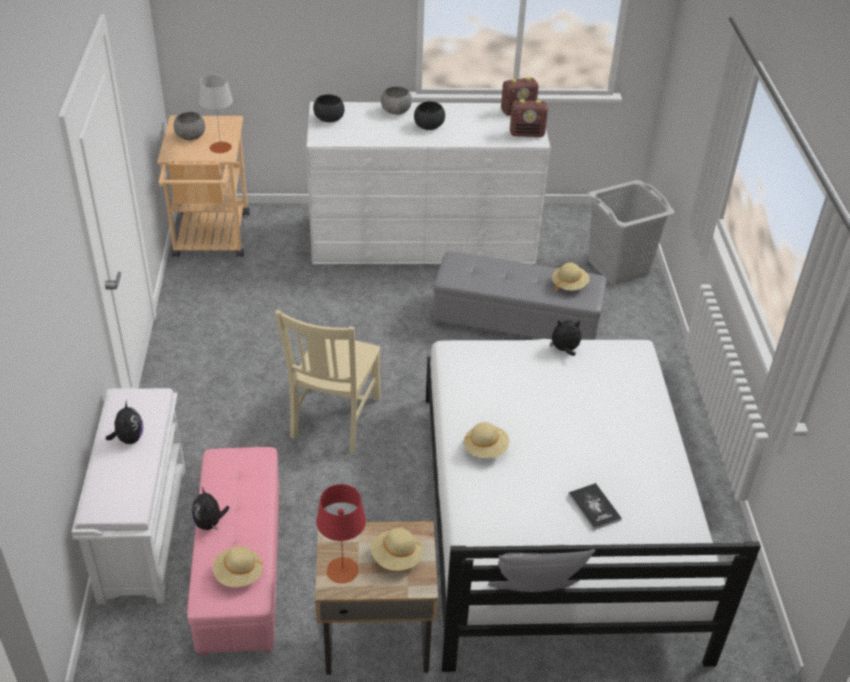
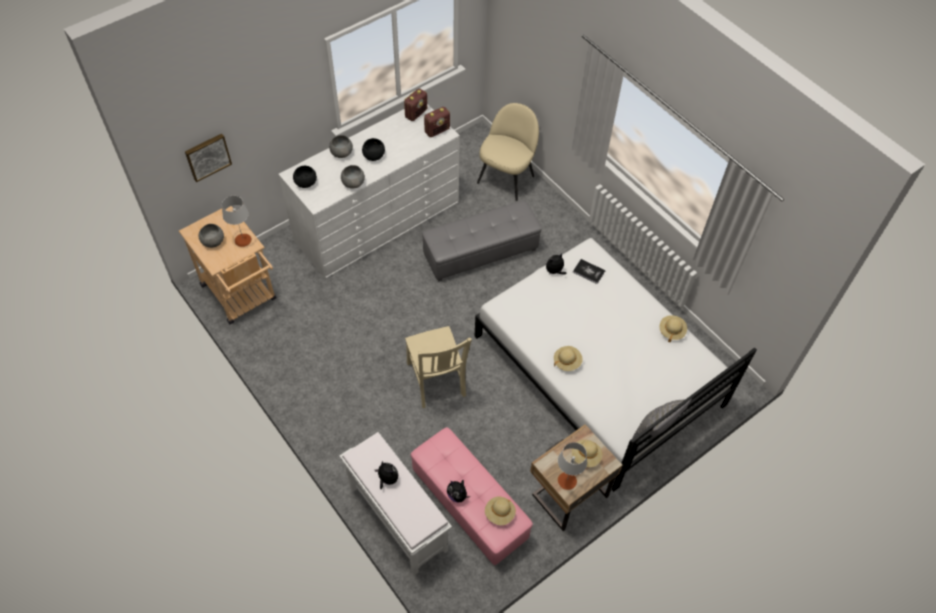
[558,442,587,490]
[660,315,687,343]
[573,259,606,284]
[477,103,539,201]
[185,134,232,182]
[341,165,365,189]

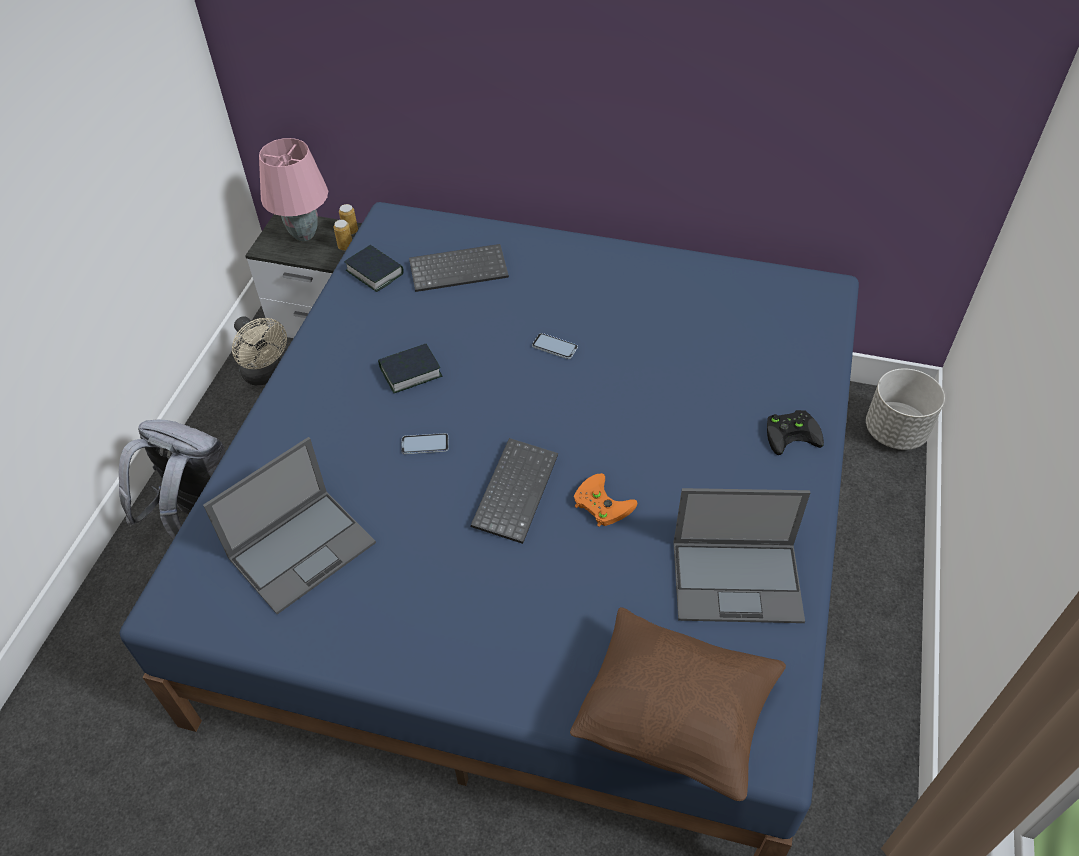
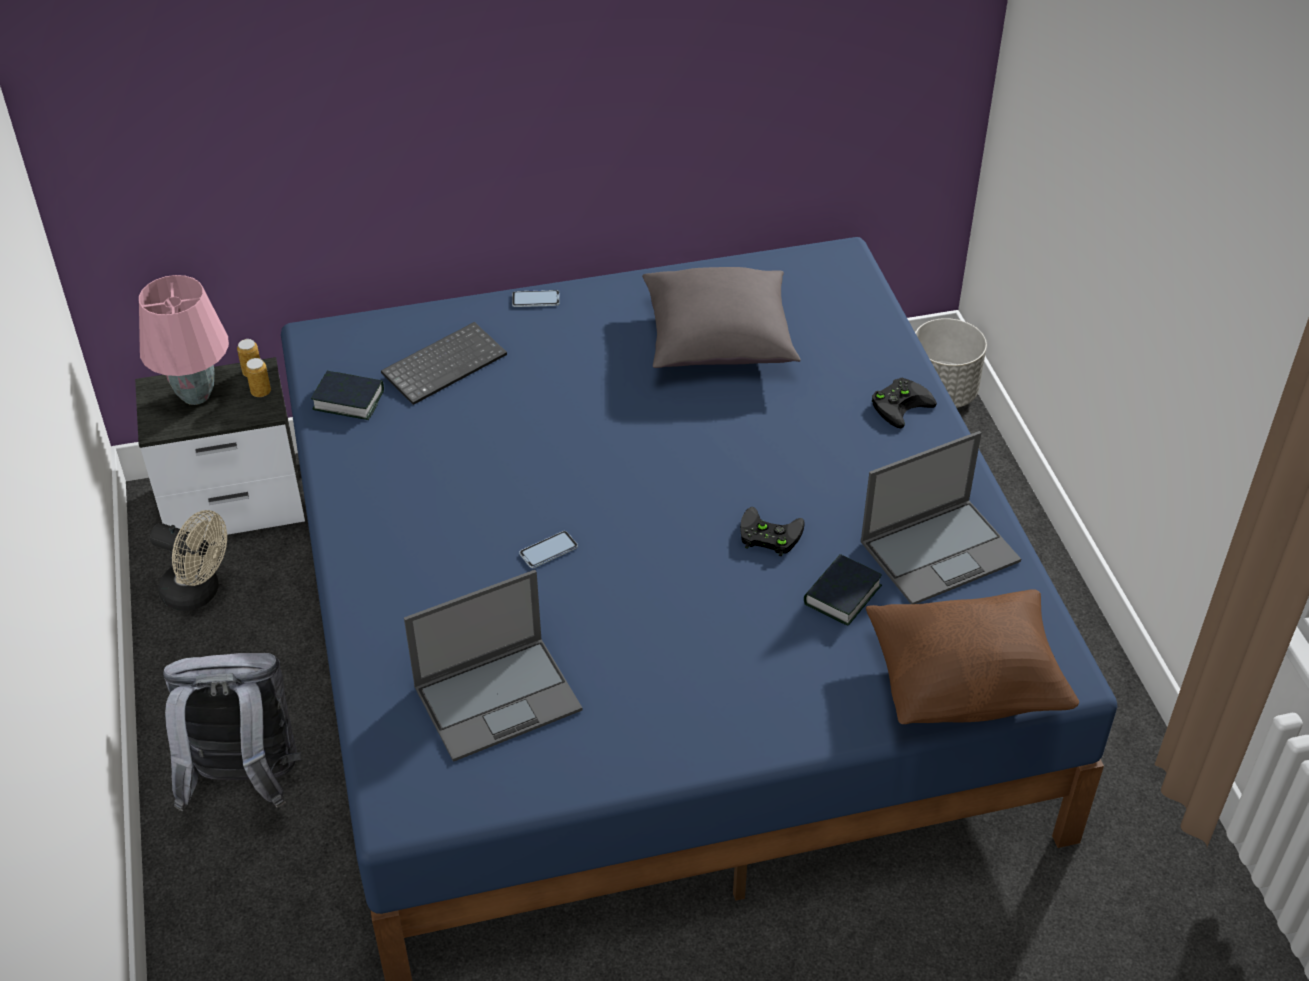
[404,570,583,762]
[804,554,882,626]
[471,438,558,544] (first image)
[512,290,560,307]
[740,507,805,556]
[642,267,801,368]

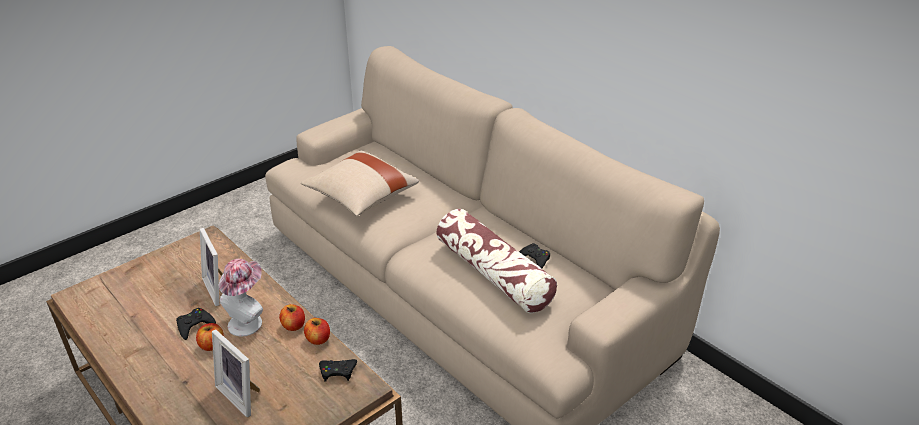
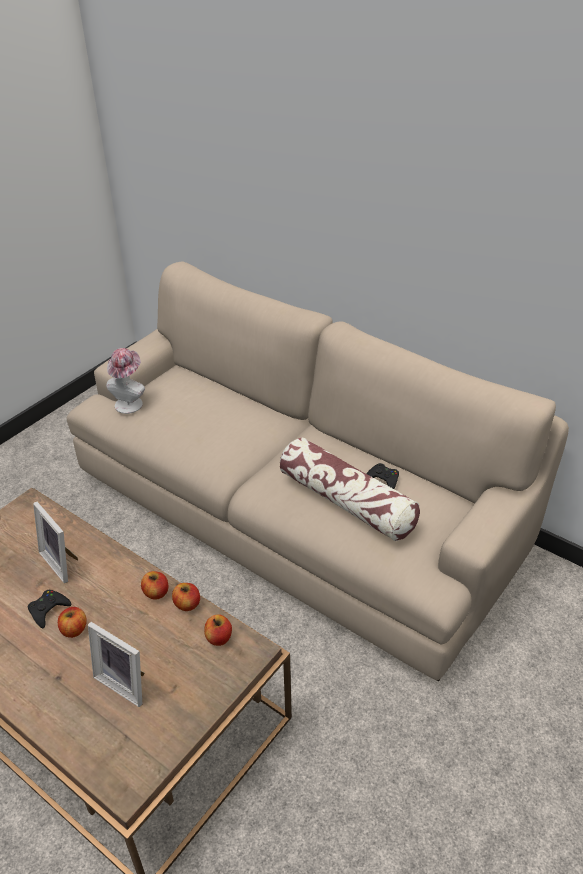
[106,348,145,414]
[301,151,419,216] (first image)
[204,614,232,646]

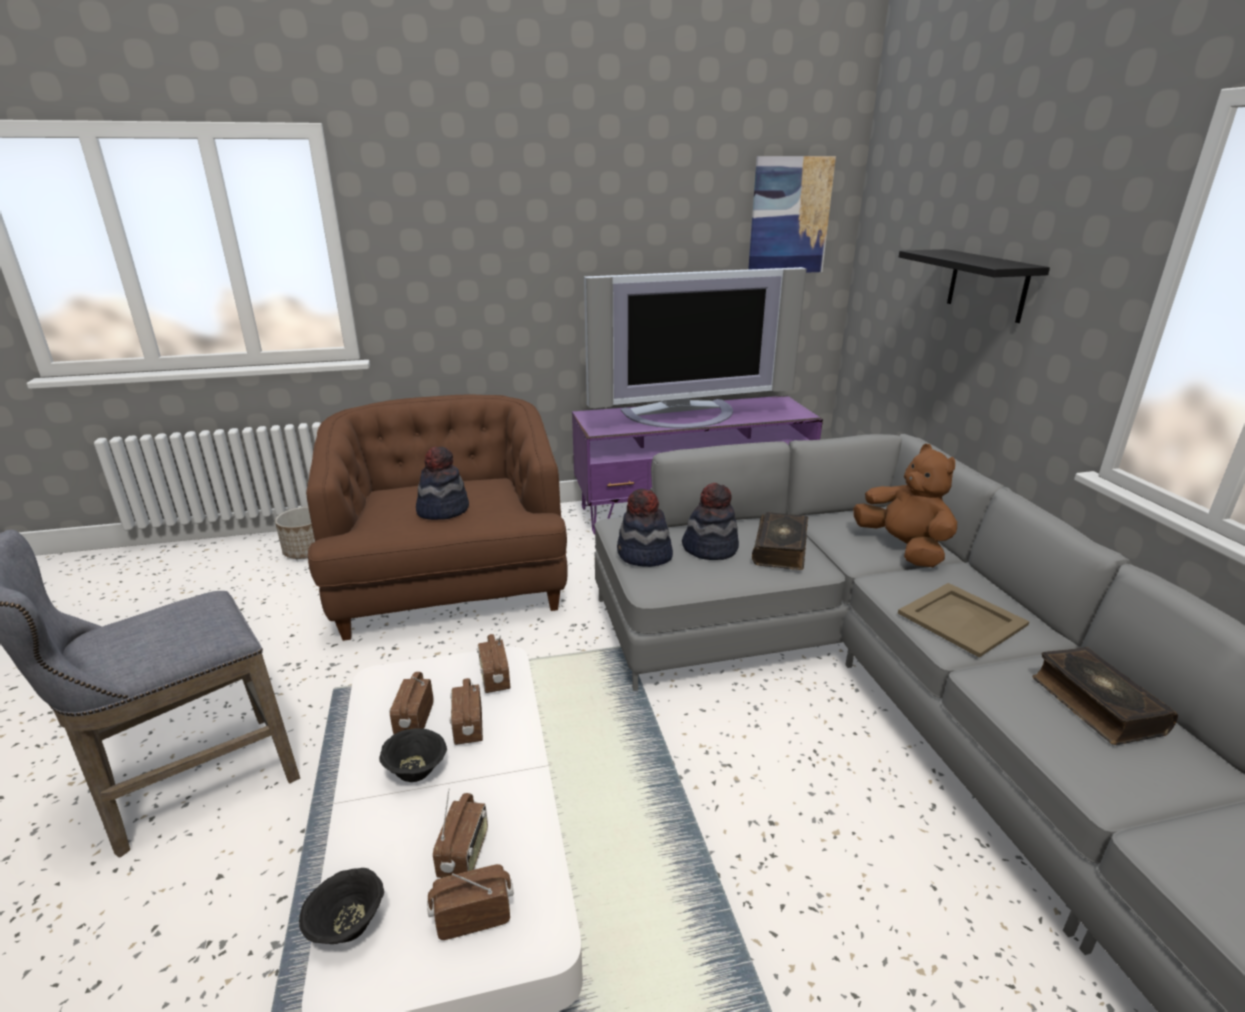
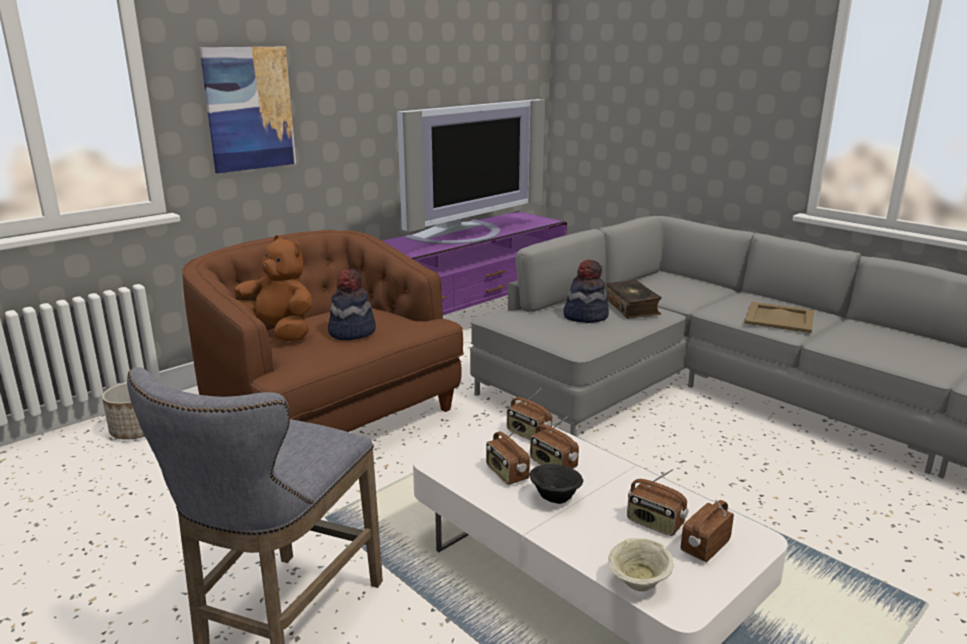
[608,538,674,592]
[627,469,688,536]
[617,489,673,567] (first image)
[199,47,296,173]
[234,235,313,341]
[899,249,1050,323] (first image)
[1032,647,1178,745] (first image)

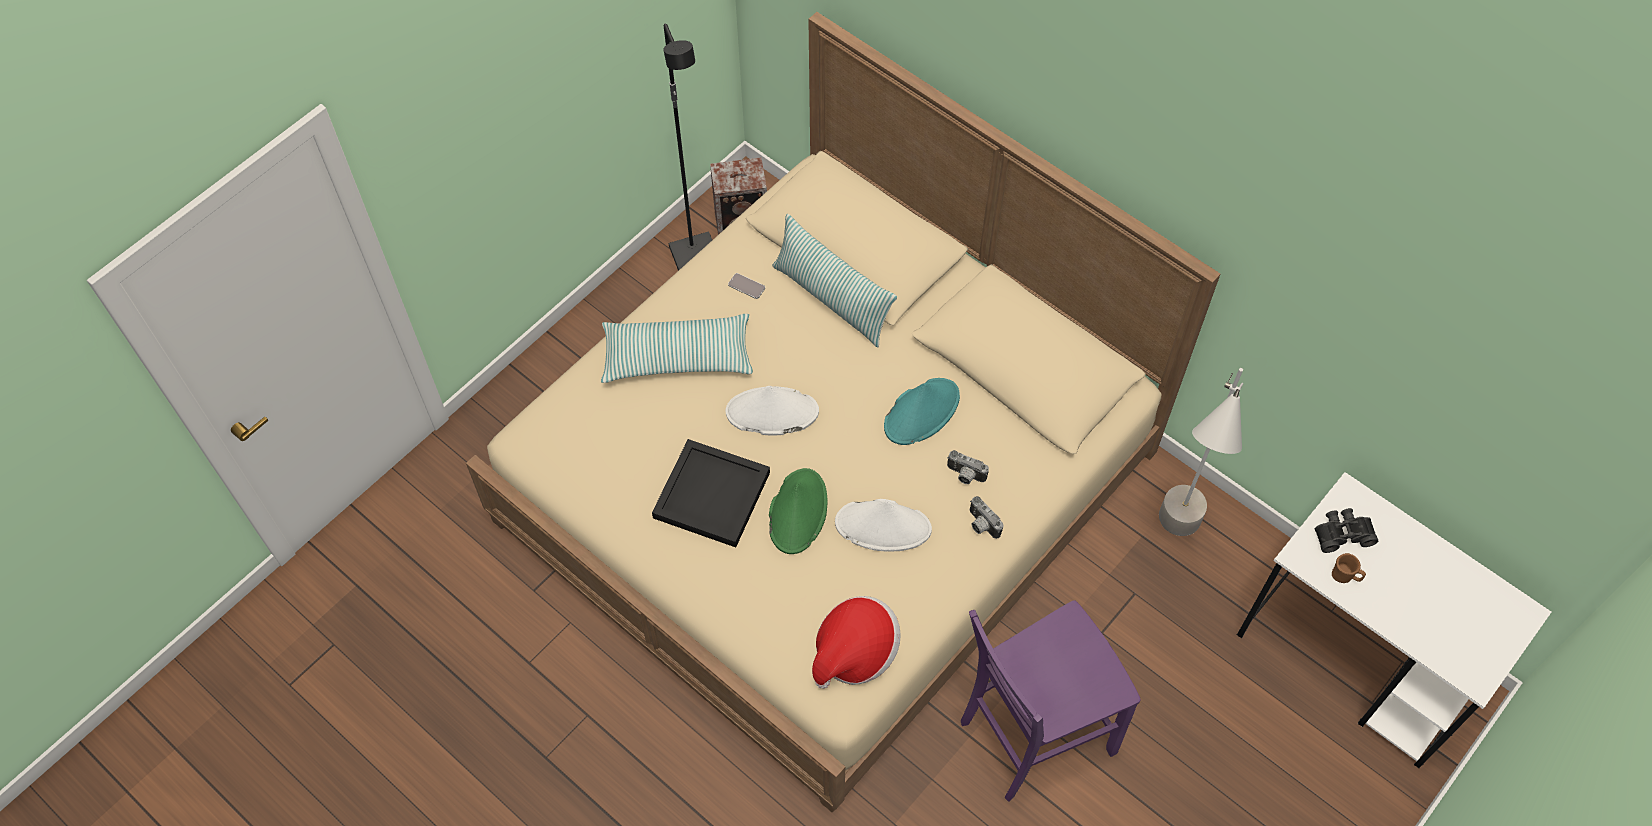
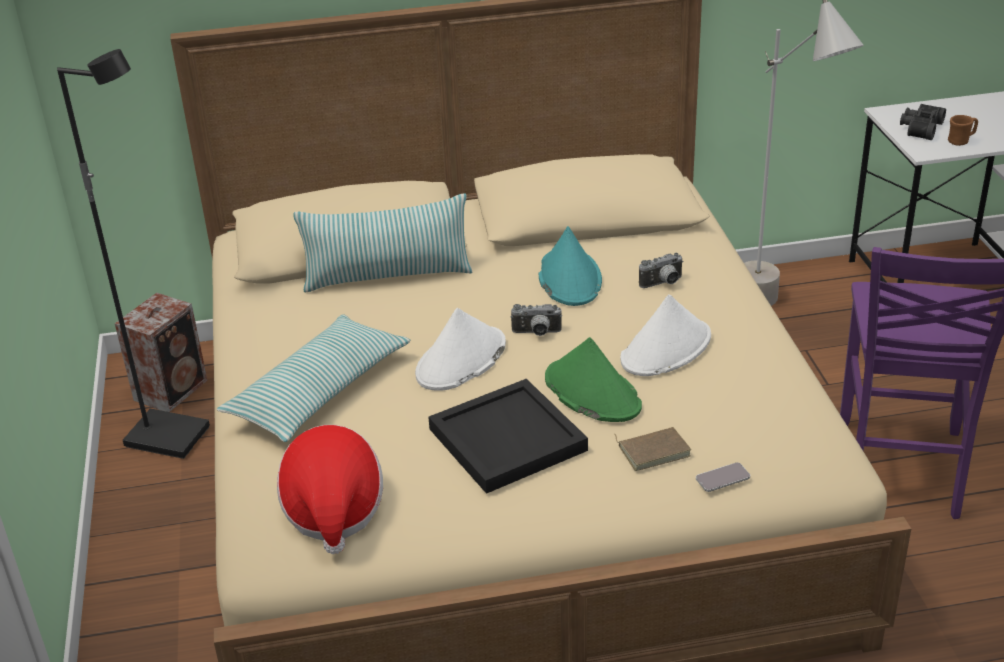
[696,462,750,492]
[277,425,383,554]
[510,304,562,336]
[614,427,691,471]

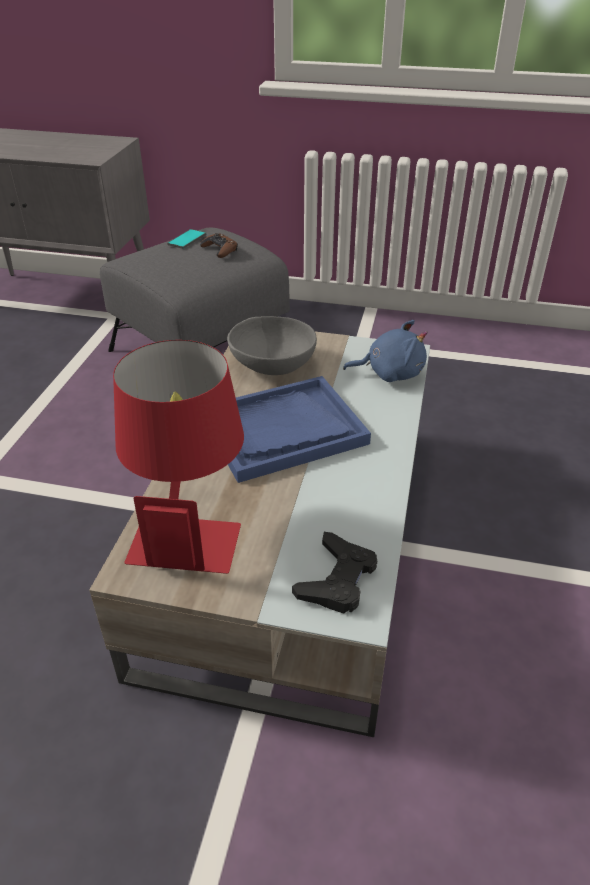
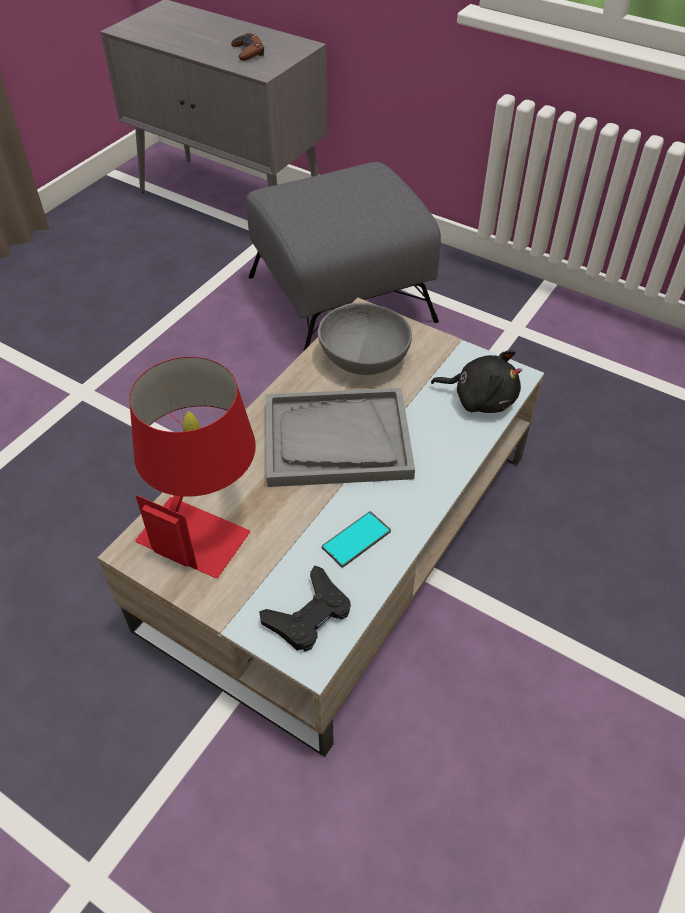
[322,511,391,568]
[231,33,264,61]
[266,388,415,487]
[431,350,522,413]

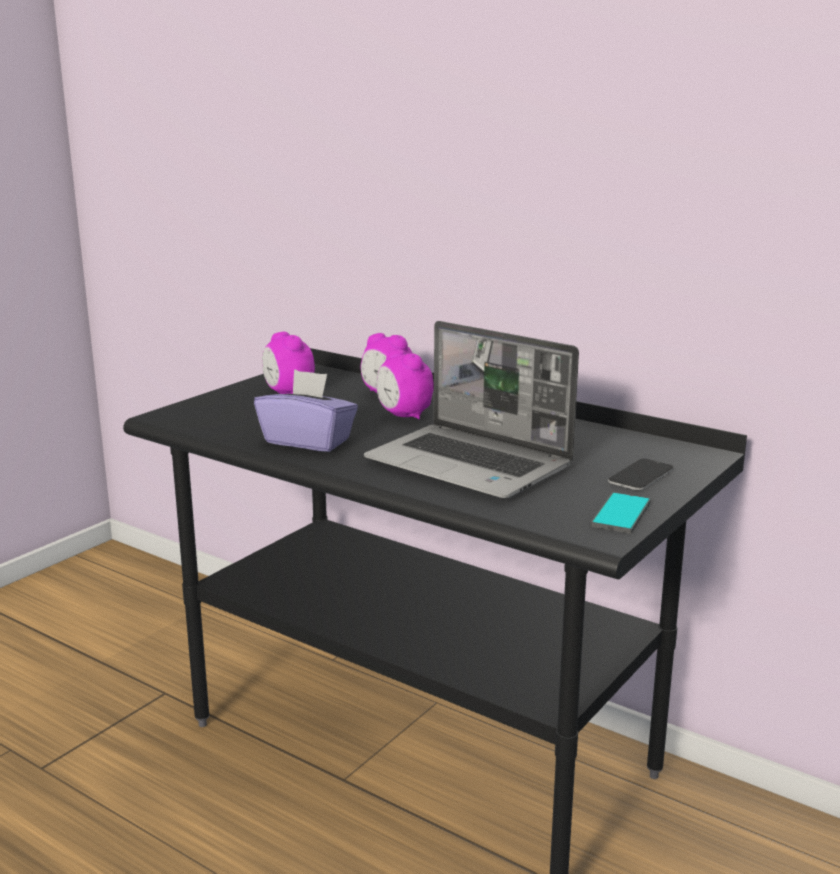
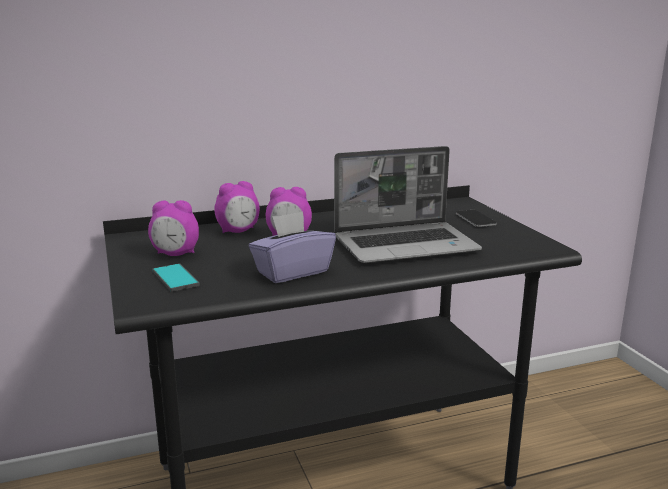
[152,263,200,292]

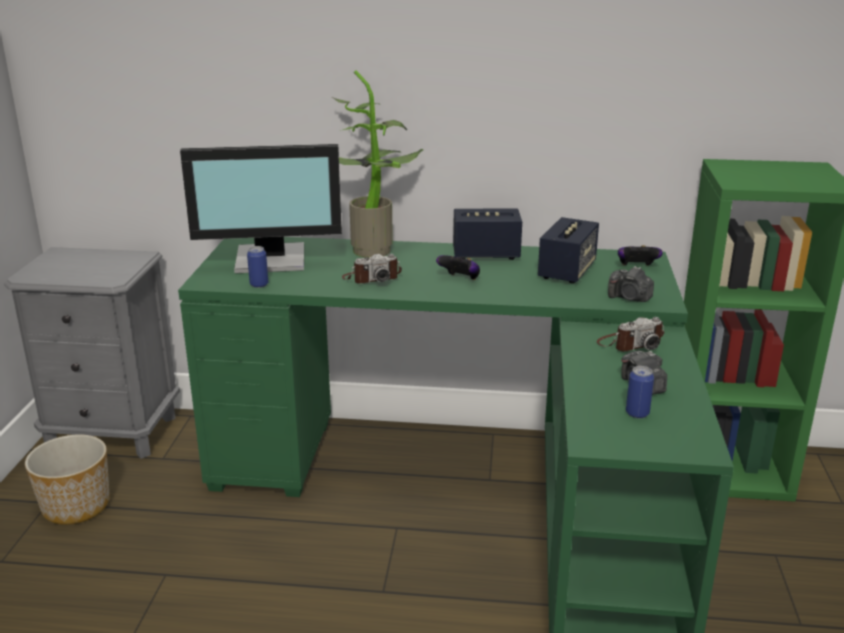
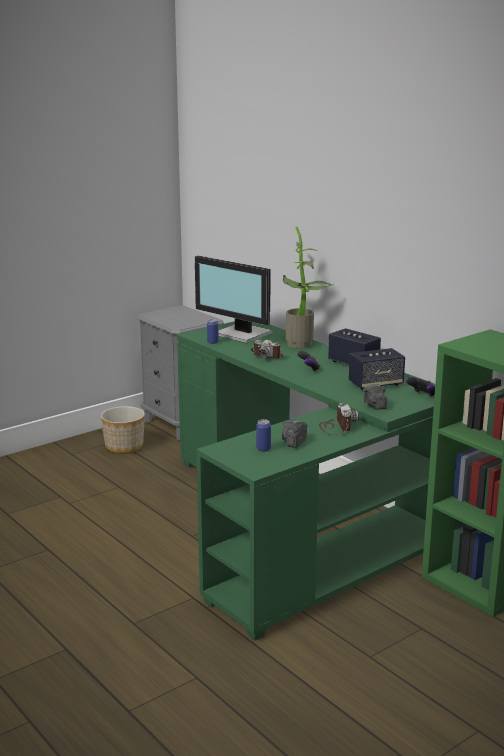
[319,403,359,435]

